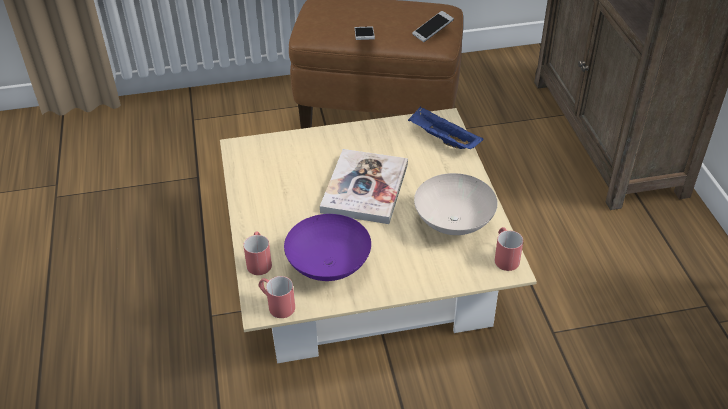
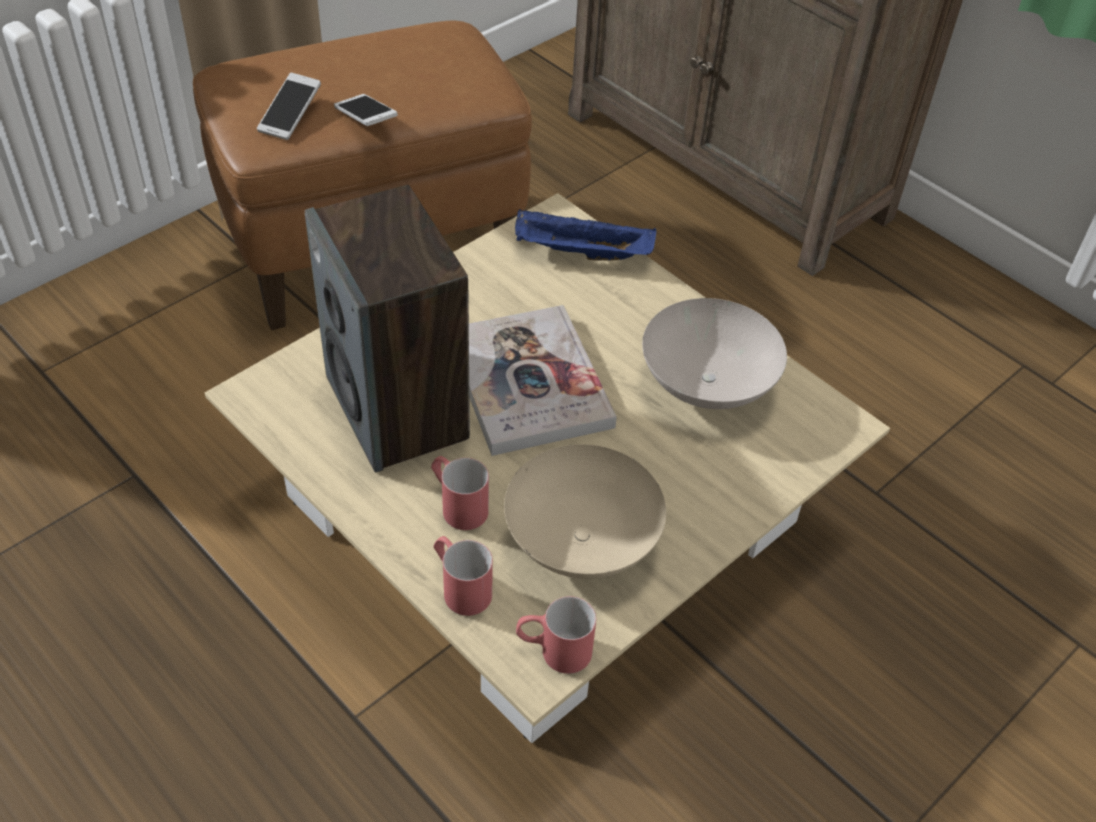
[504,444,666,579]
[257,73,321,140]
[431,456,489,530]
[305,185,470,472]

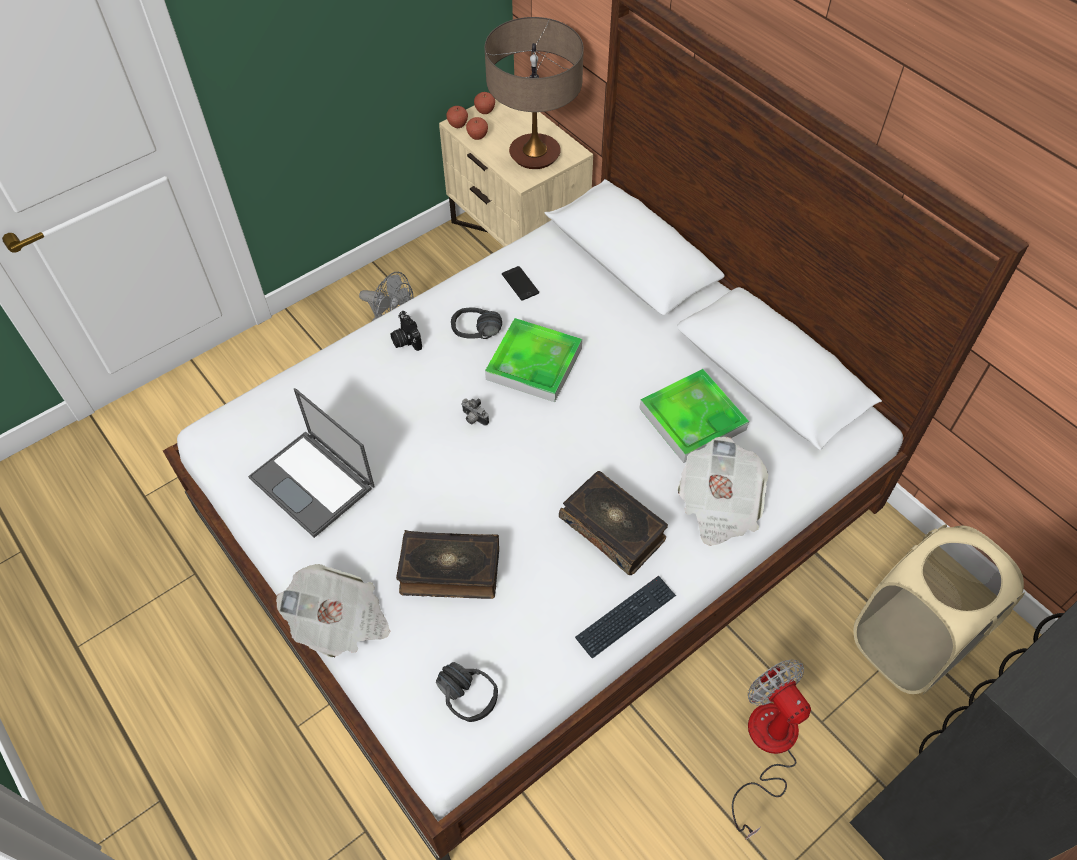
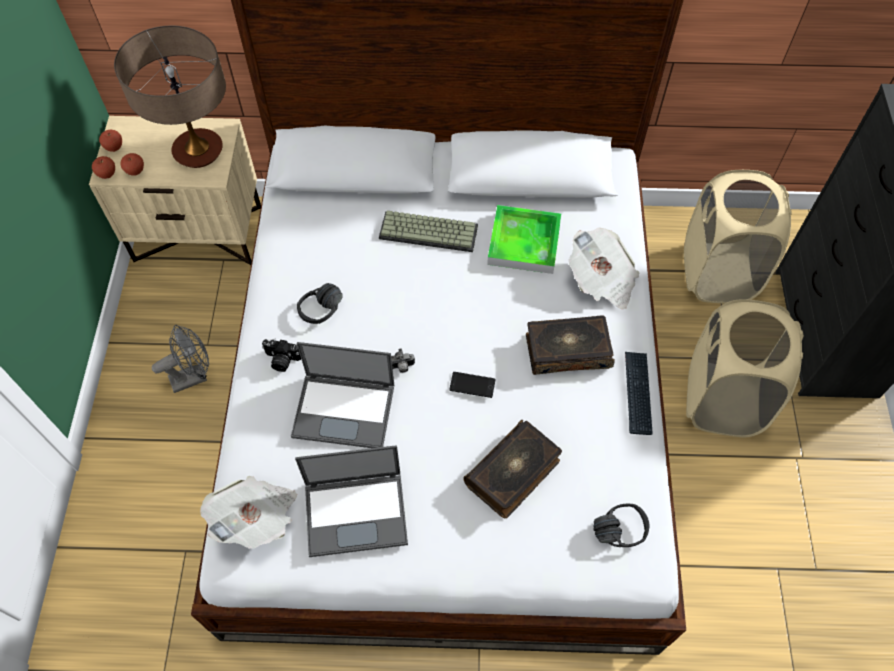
[200,476,297,549]
[485,318,582,402] (first image)
[449,372,495,398]
[686,299,804,437]
[291,342,395,448]
[379,211,478,252]

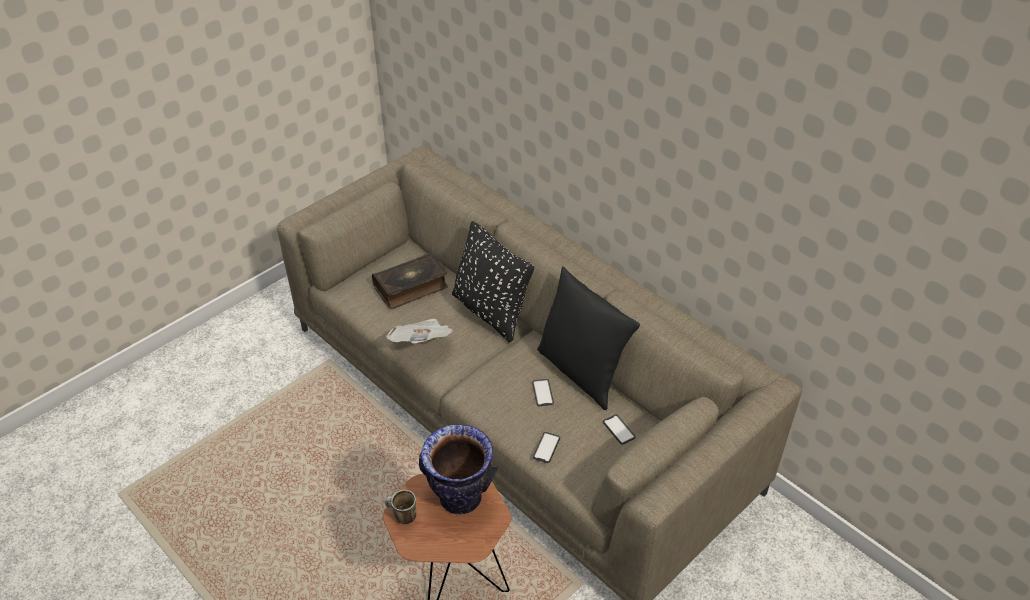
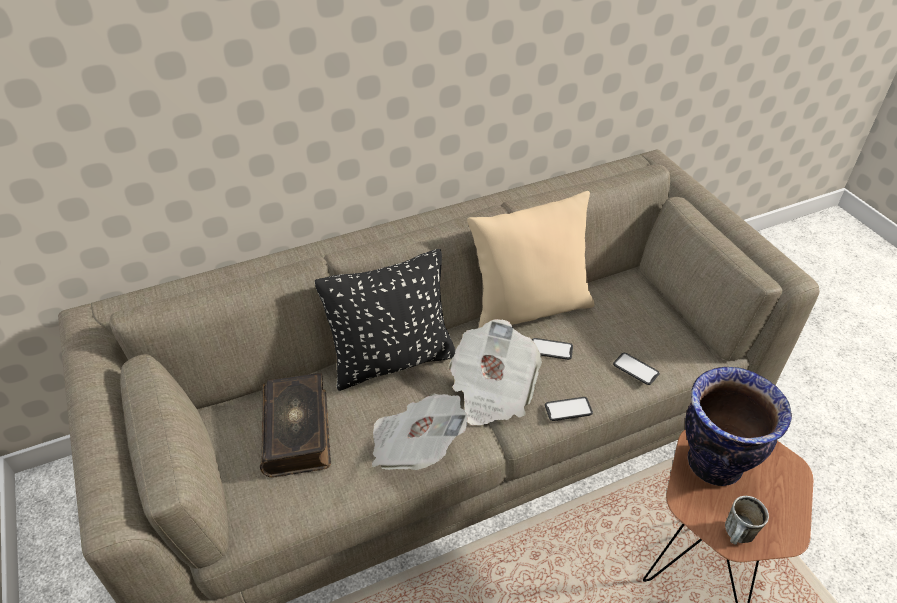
[467,191,594,328]
[545,397,593,421]
[449,319,542,425]

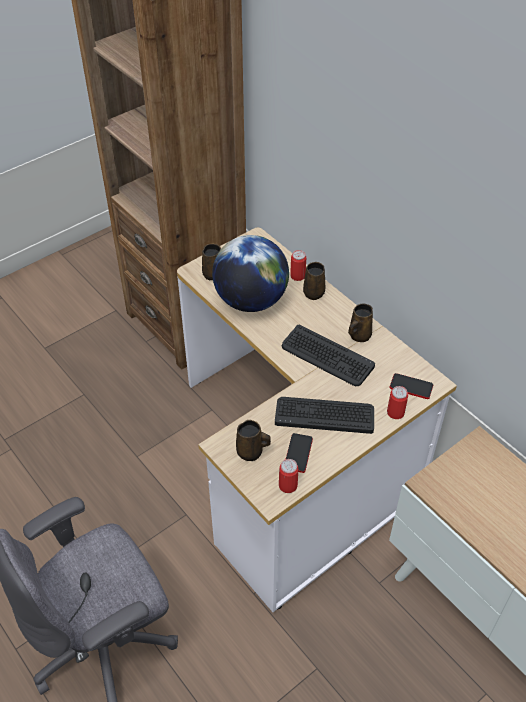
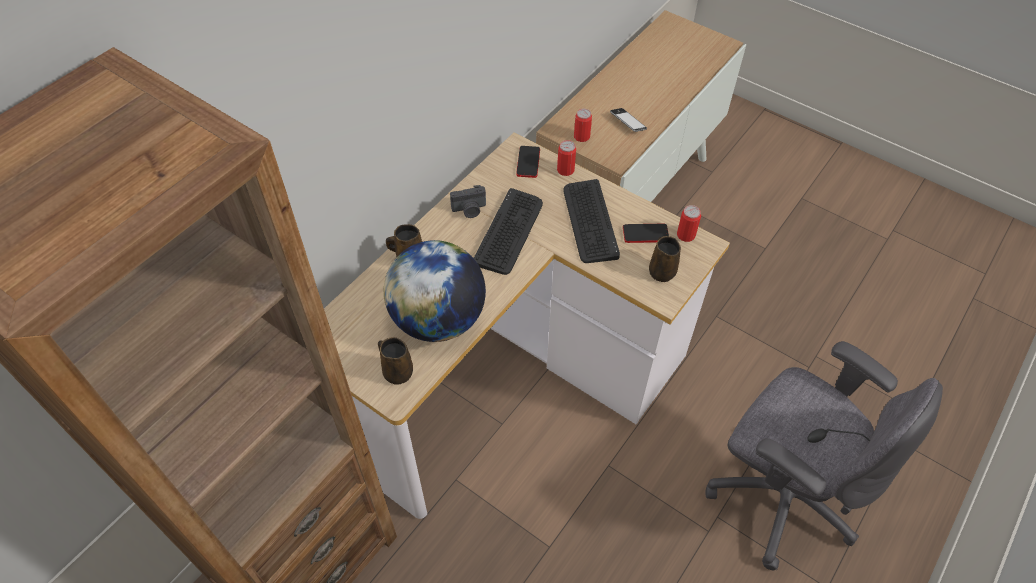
[574,109,592,142]
[450,185,486,218]
[610,108,647,132]

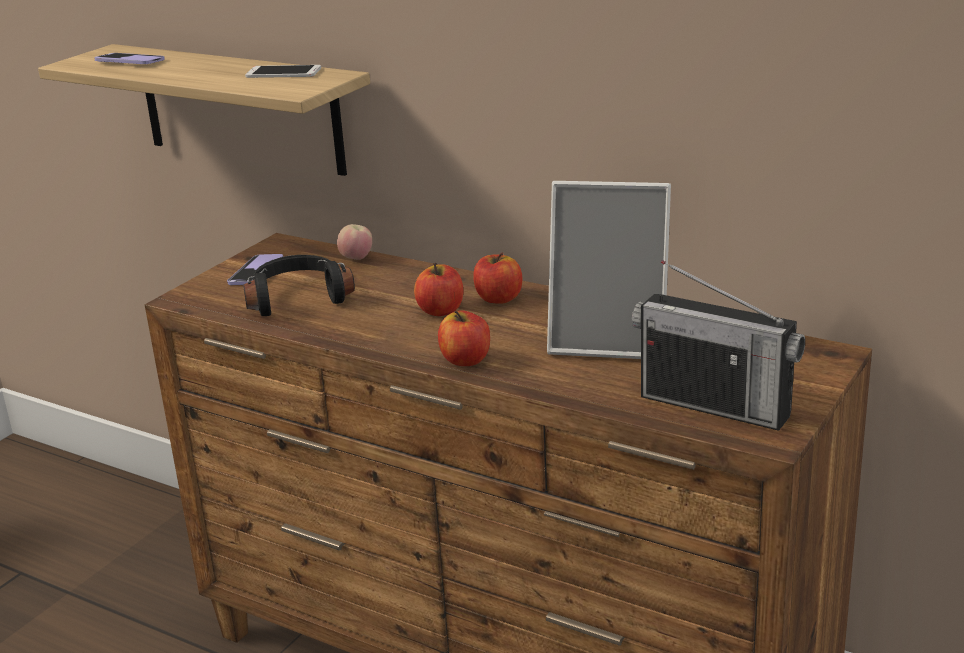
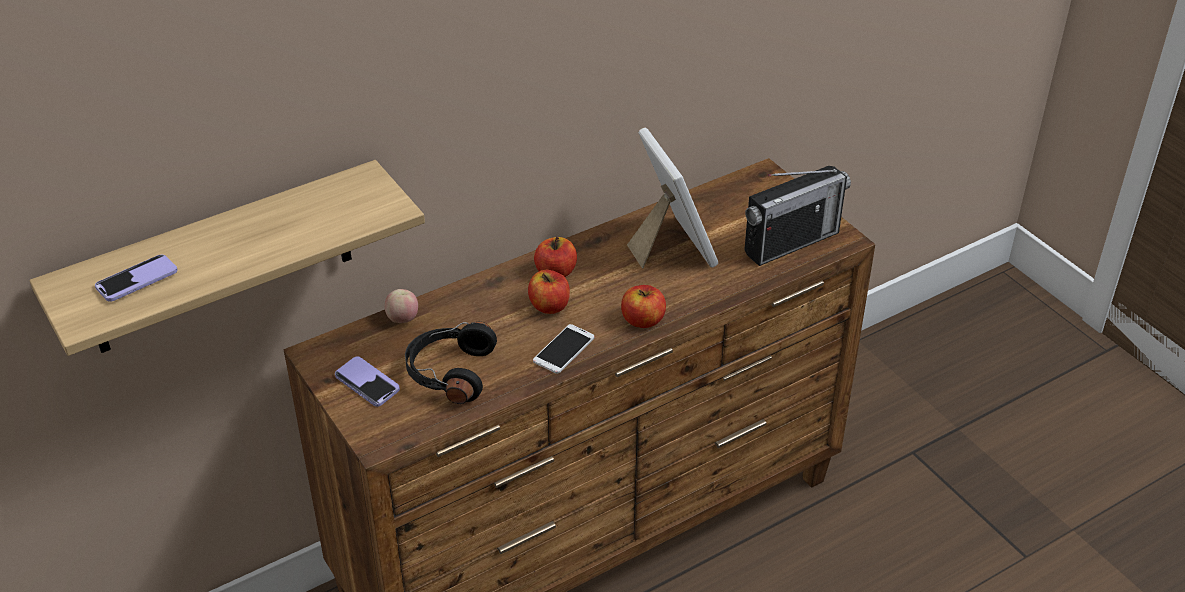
[533,324,595,374]
[627,128,718,268]

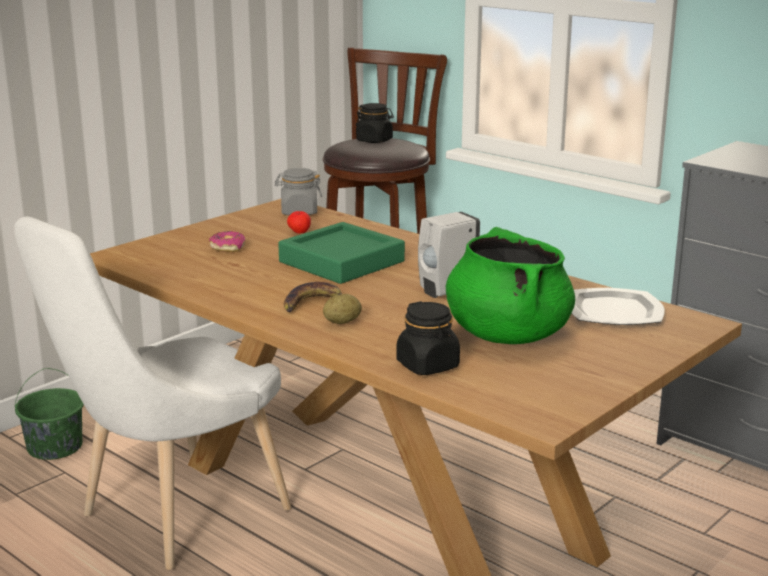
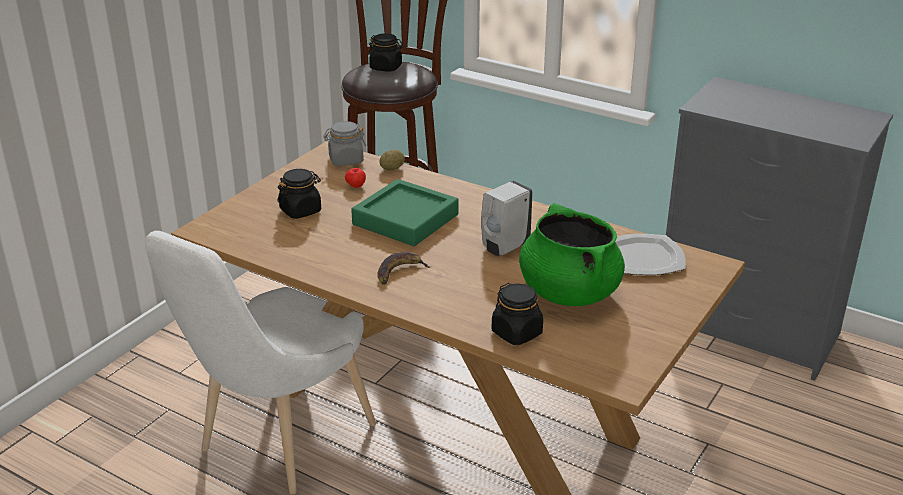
[15,368,84,460] (first image)
[278,169,321,219]
[379,149,405,170]

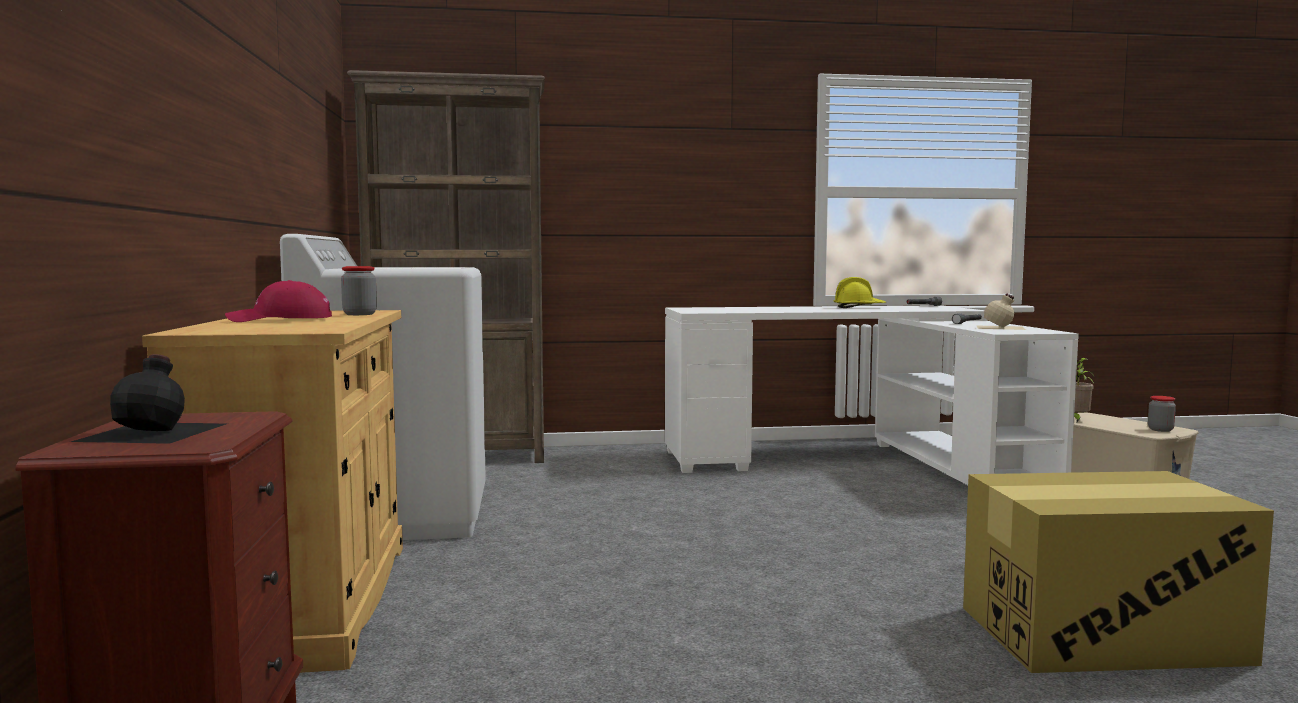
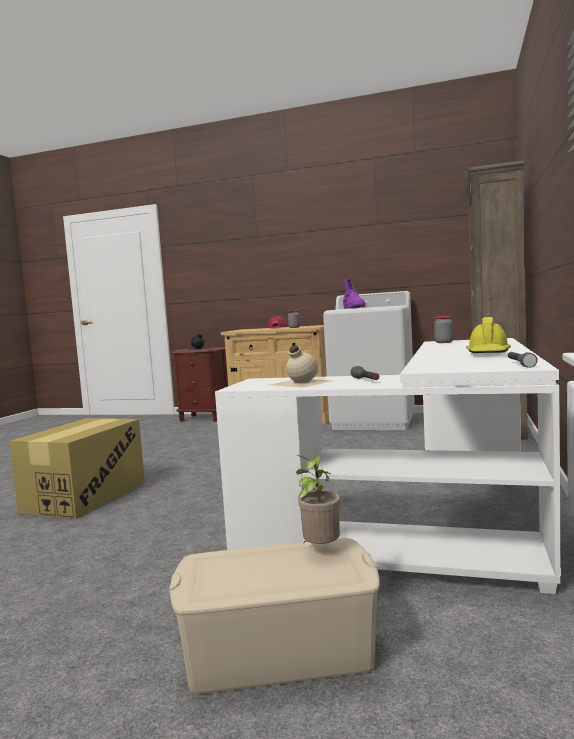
[434,316,453,343]
[343,278,366,309]

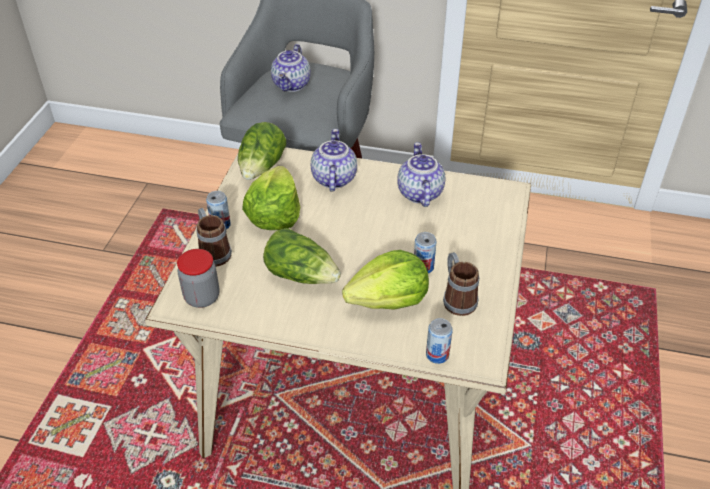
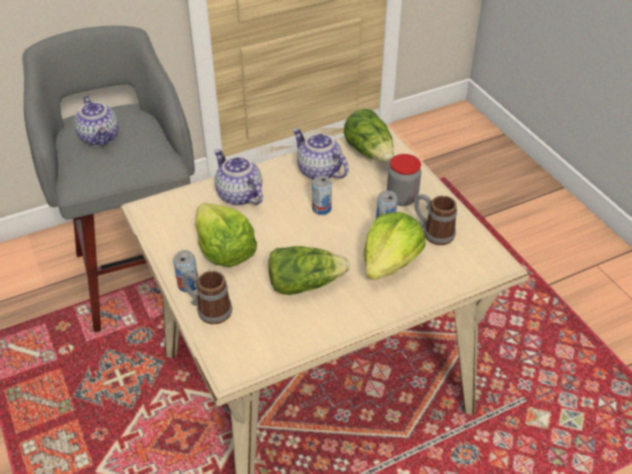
[387,154,421,206]
[344,109,394,162]
[312,176,332,215]

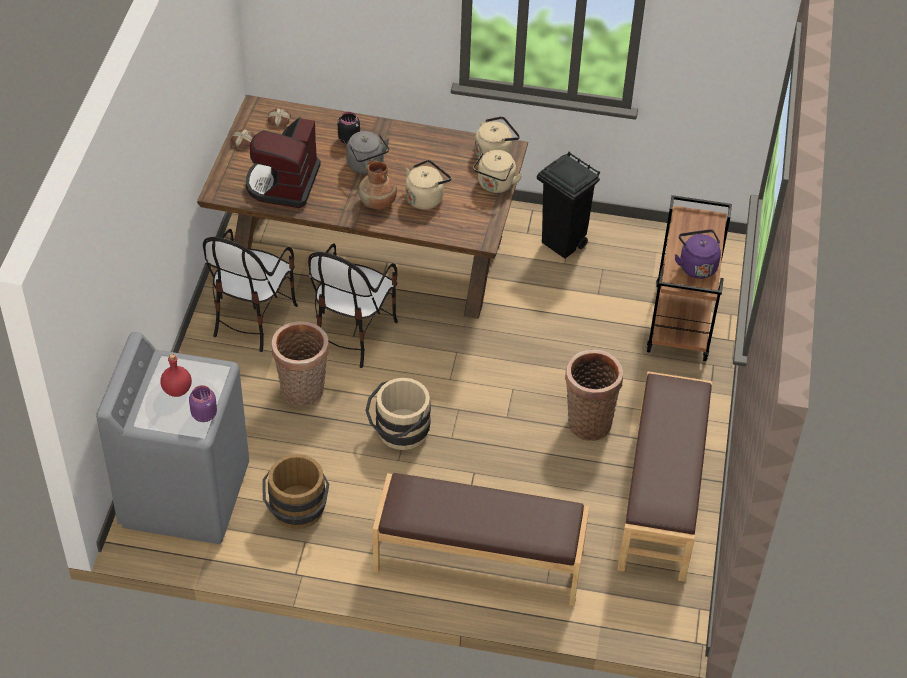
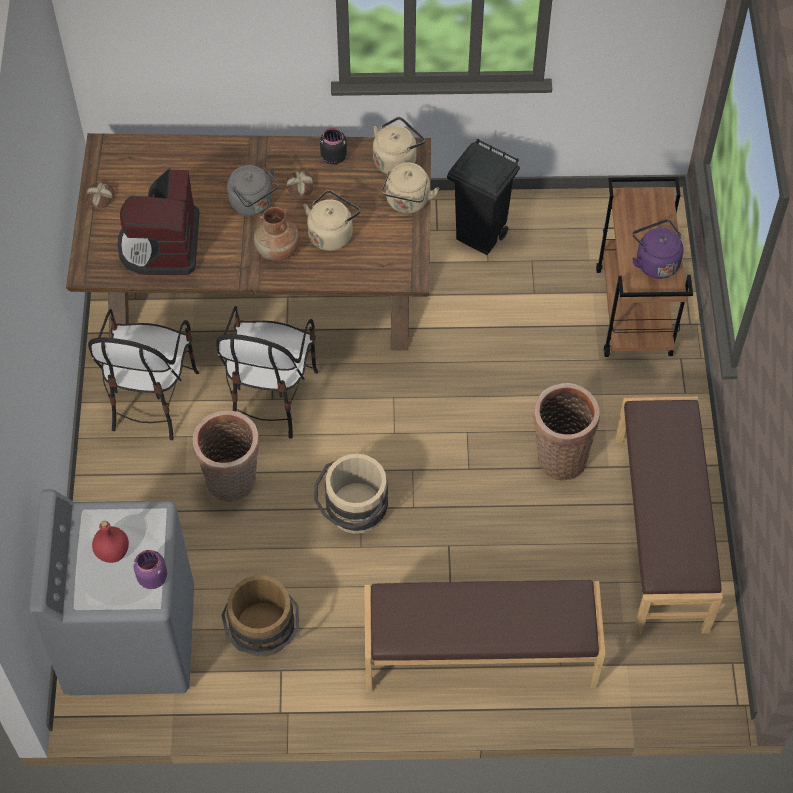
[286,171,314,196]
[320,128,347,165]

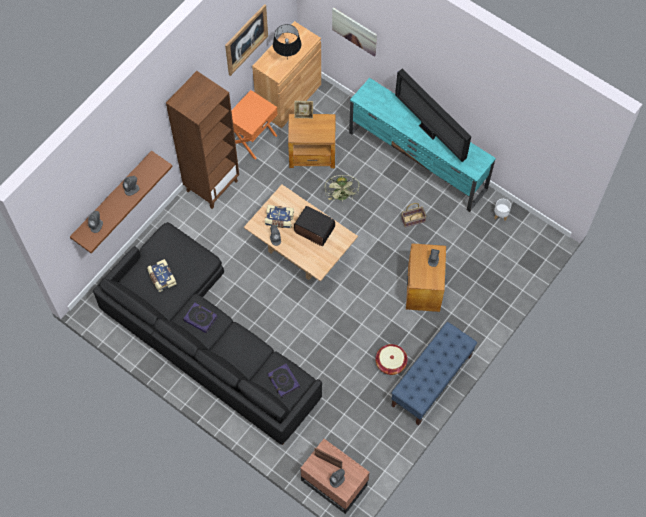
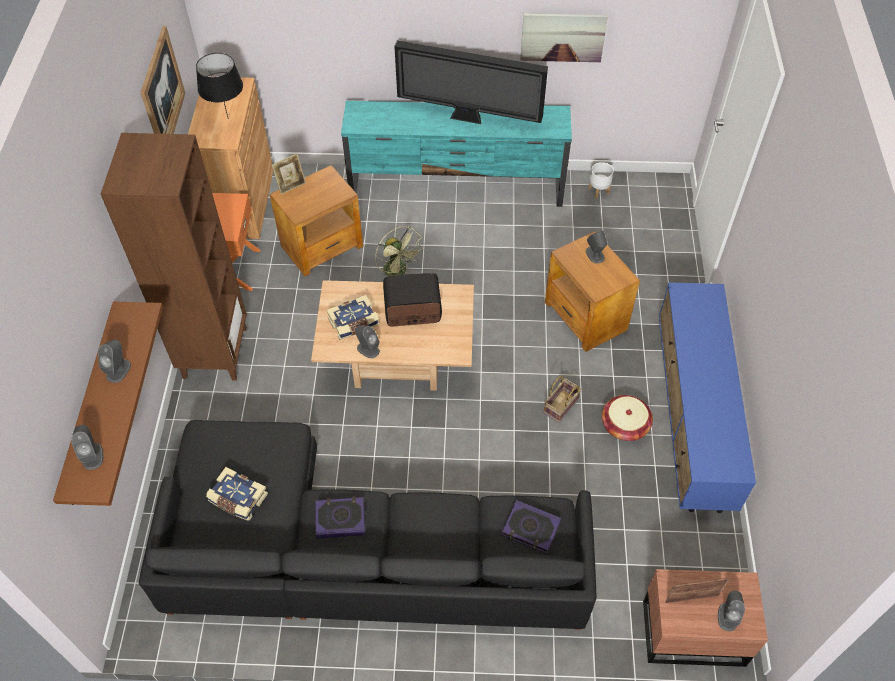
[520,13,608,62]
[659,282,756,513]
[543,376,582,423]

